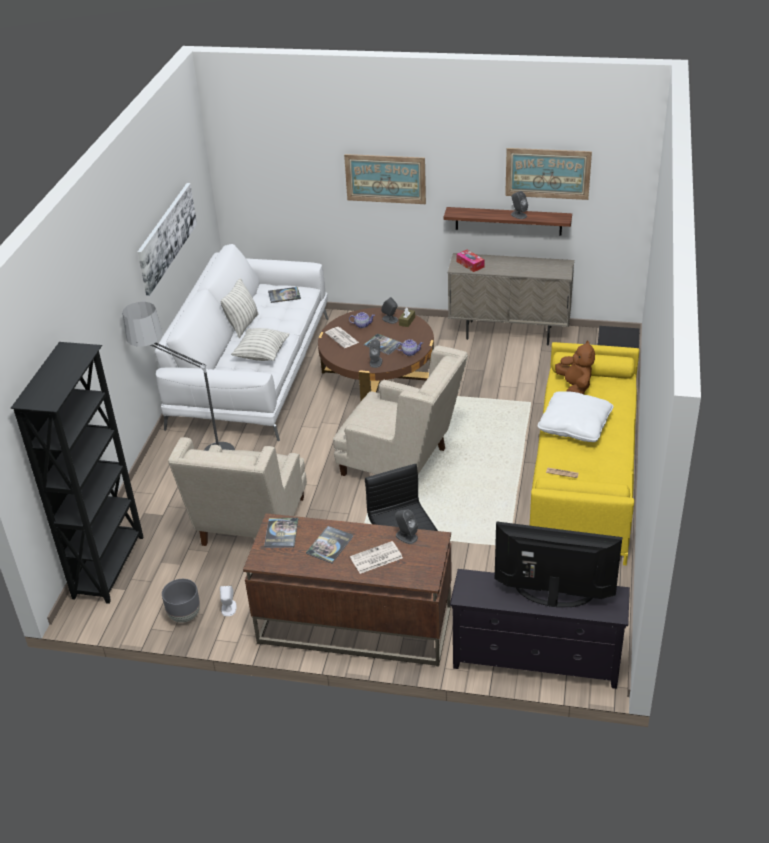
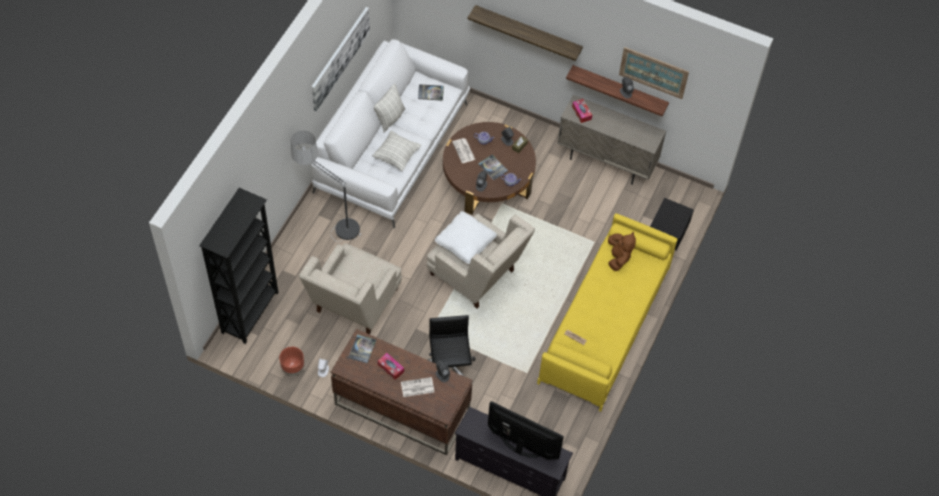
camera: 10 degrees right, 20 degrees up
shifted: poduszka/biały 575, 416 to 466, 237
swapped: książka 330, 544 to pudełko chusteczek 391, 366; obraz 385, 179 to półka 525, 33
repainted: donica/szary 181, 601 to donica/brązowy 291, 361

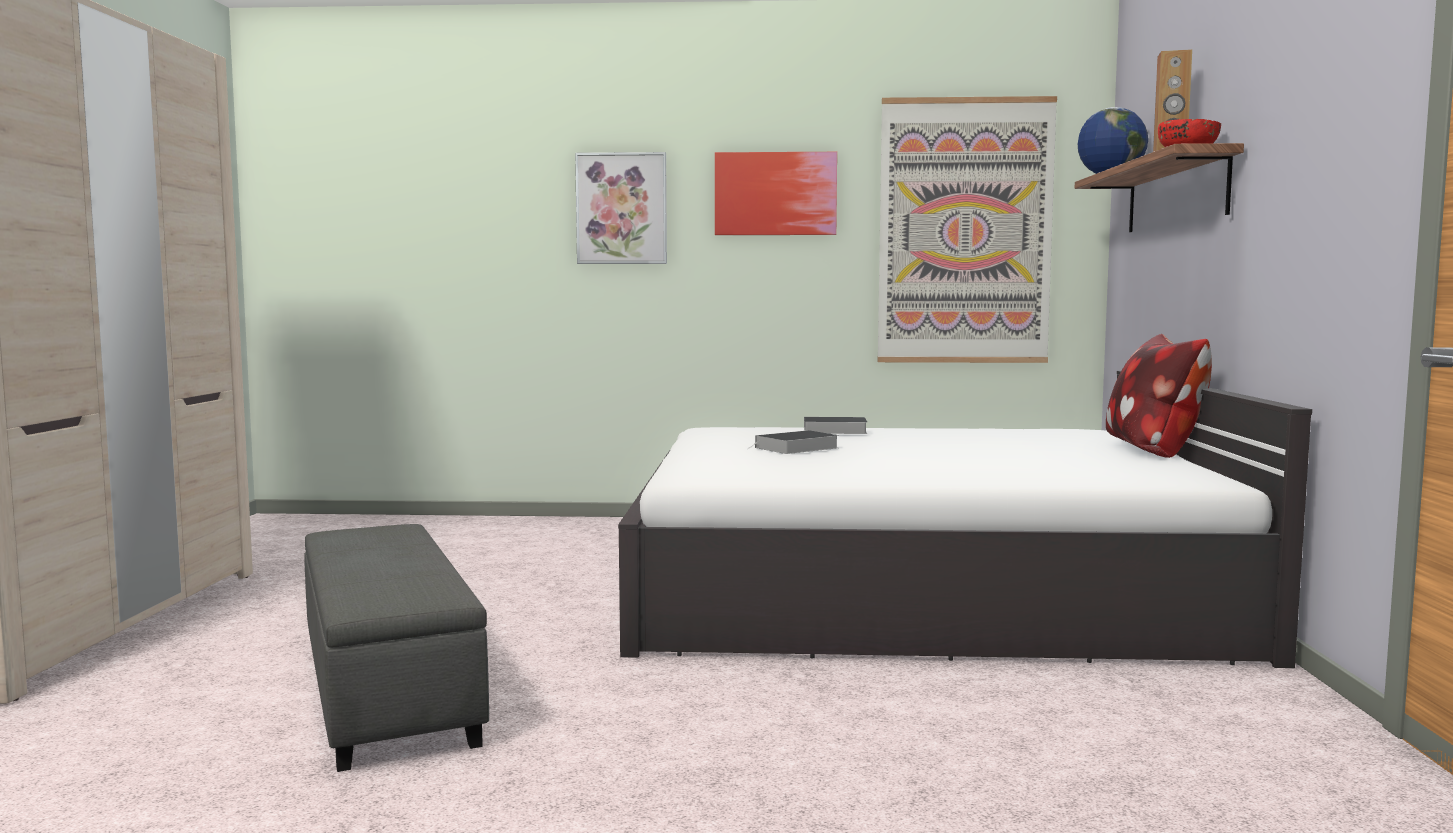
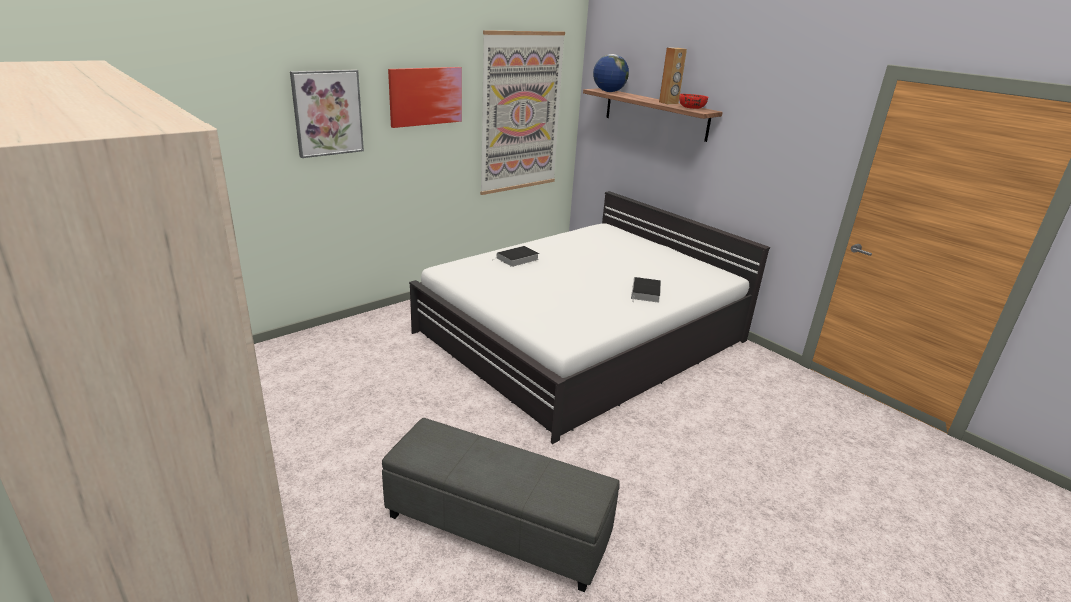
camera: 45 degrees left, 20 degrees up
gone: poduszka 1159, 396
shifted: książka 793, 442 to 646, 290

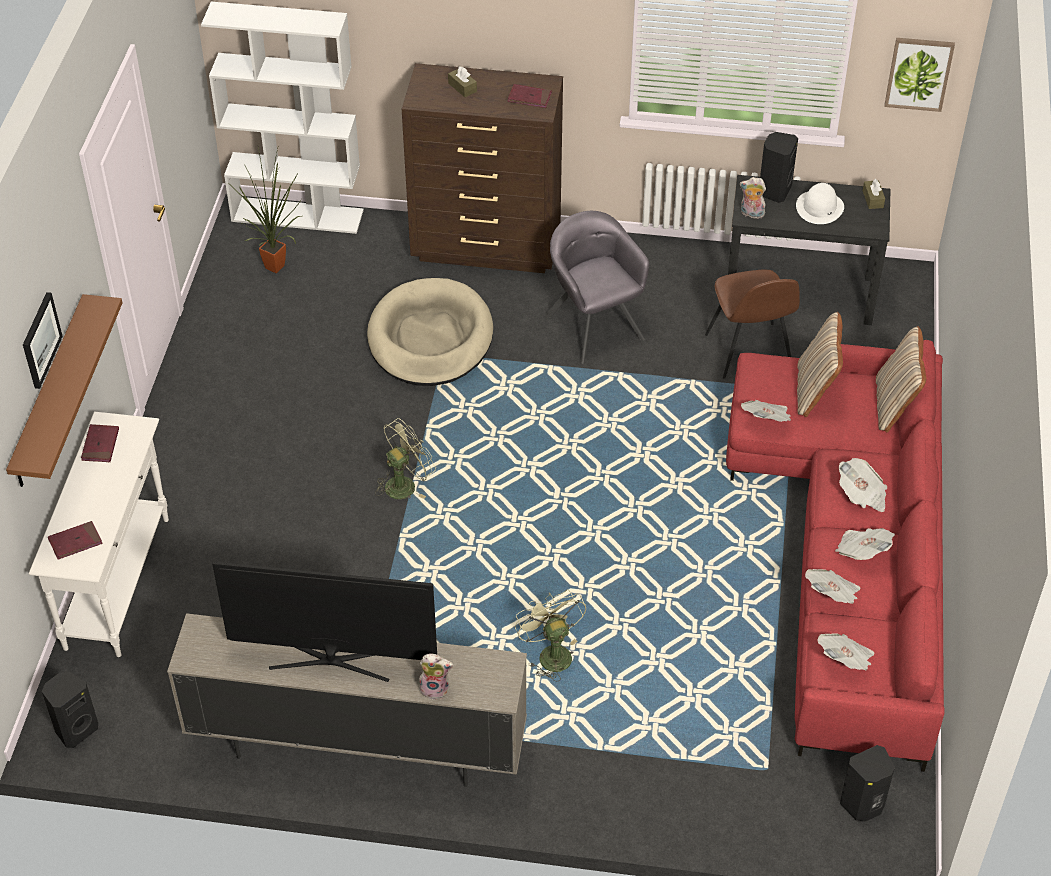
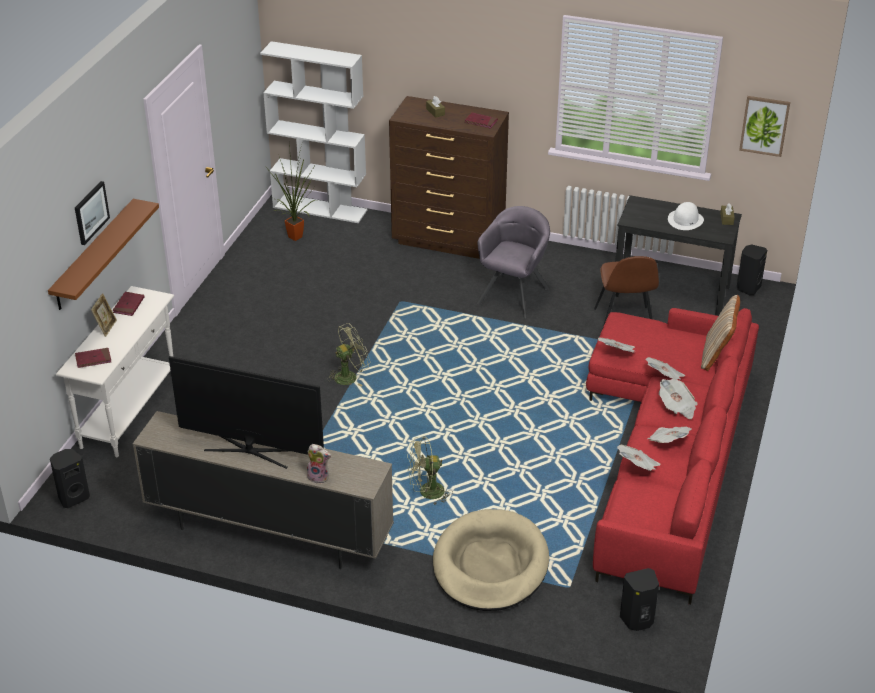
camera: 10 degrees right, 10 degrees down
gone: pluszak 753, 198; poduszka/beżowy 820, 364
new: ramka na zdjęcie 104, 315
shifted: legowisko/beżowy 430, 332 to 491, 560; głośnik/czarny 779, 167 to 752, 269; gazeta 845, 651 to 665, 368
rotated: wentylator/zielony 550, 635 = 430, 471 90 degrees counterclockwise; fotel/szary 597, 287 = 513, 262 45 degrees clockwise

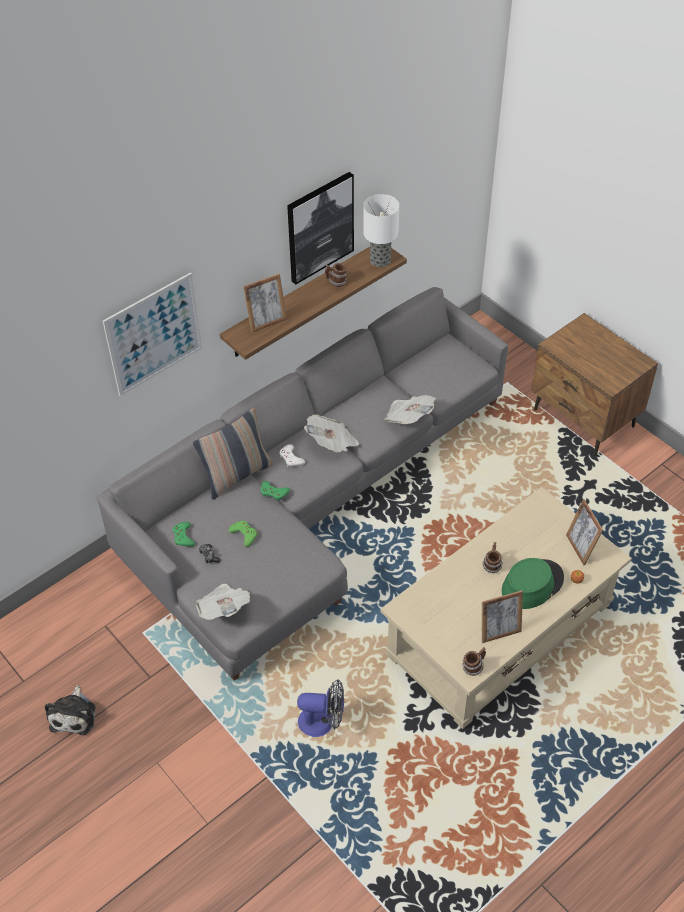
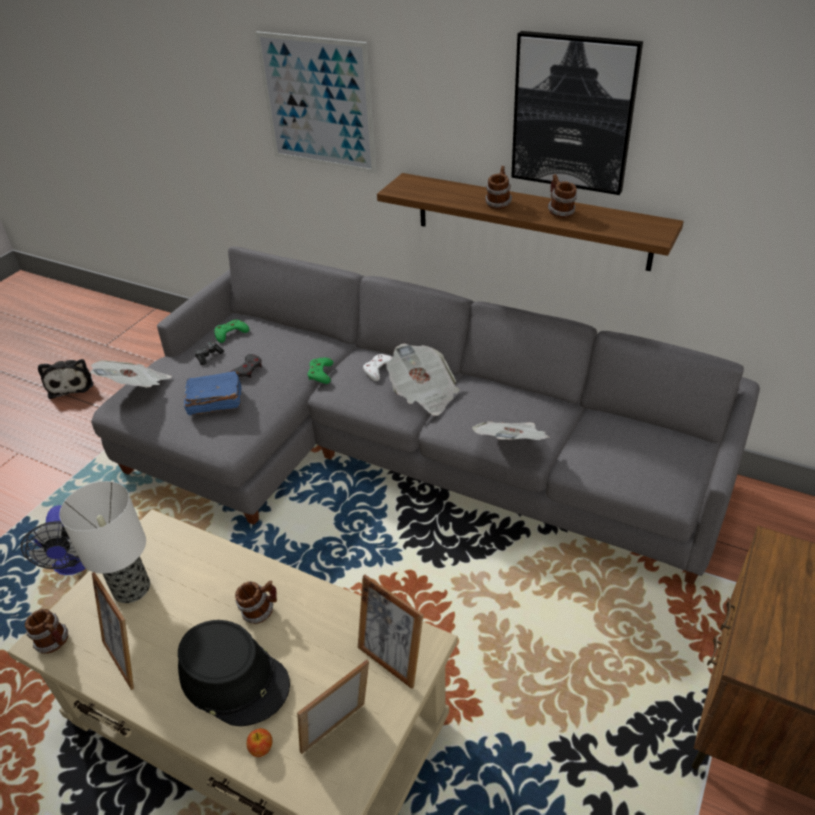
camera: 70 degrees right, 10 degrees down
gone: poduszka 233, 454
new: książka/niebieski 213, 393; kubek 498, 187
shifted: ramka na zdjęcie 265, 303 to 390, 631; lampa stołowa 381, 230 to 104, 542
repainted: pad do gier/zielony 243, 534 to pad do gier/szary 246, 366; kapelusz/zielony 533, 583 to kapelusz/czarny 234, 673
rotated: pluszak 70, 710 = 65, 379 90 degrees counterclockwise

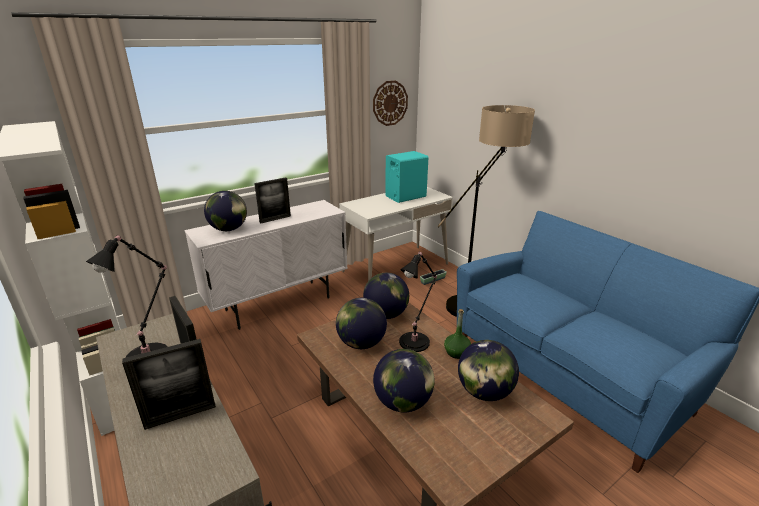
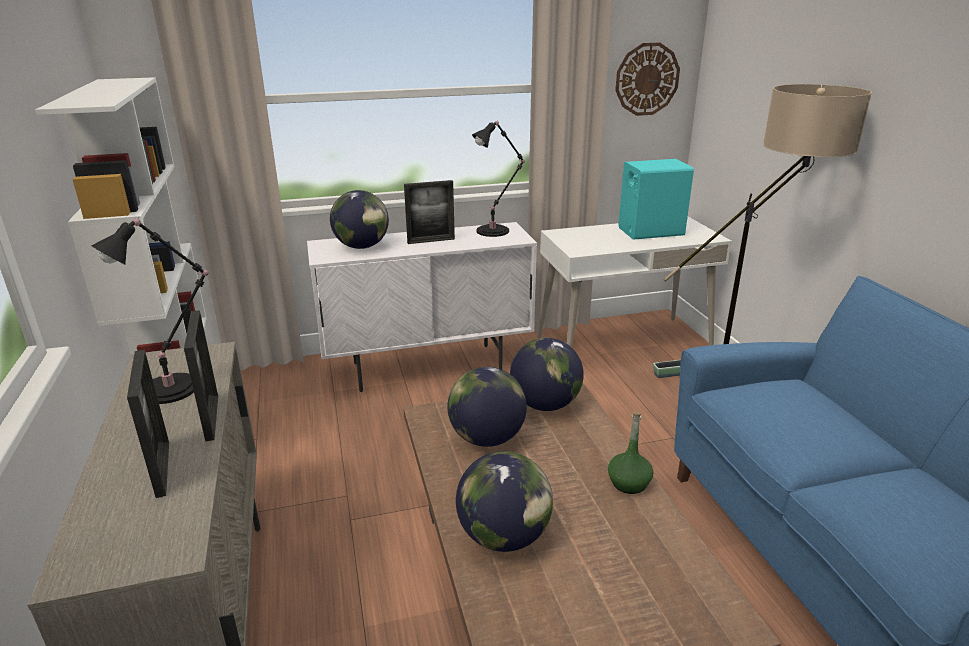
camera: 20 degrees right, 0 degrees up
gone: globus 488, 370
shifted: lampa stołowa/czarny 418, 301 to 498, 179
rotated: ramka na zdjęcie 169, 384 = 148, 424 105 degrees counterclockwise

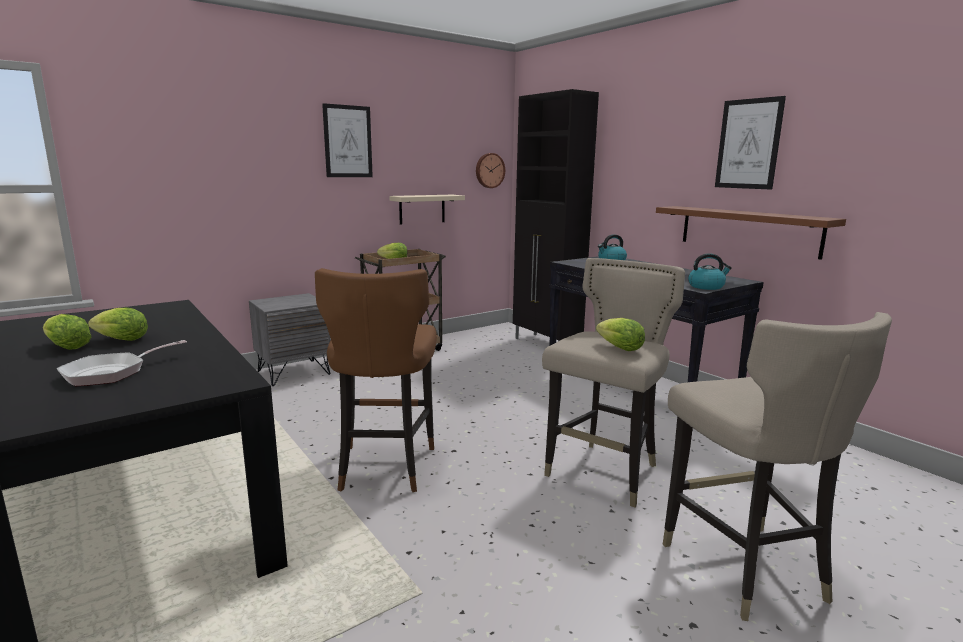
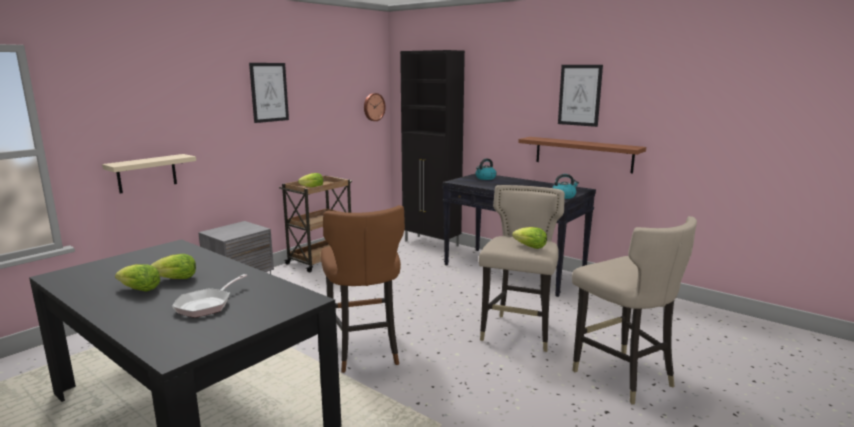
camera: 15 degrees left, 0 degrees up
shifted: półka/beżowy 427, 210 to 149, 173

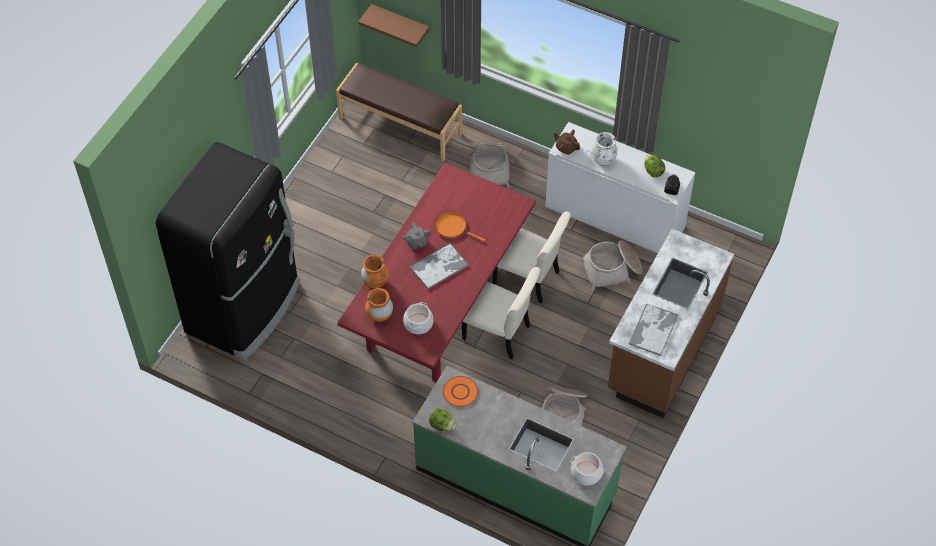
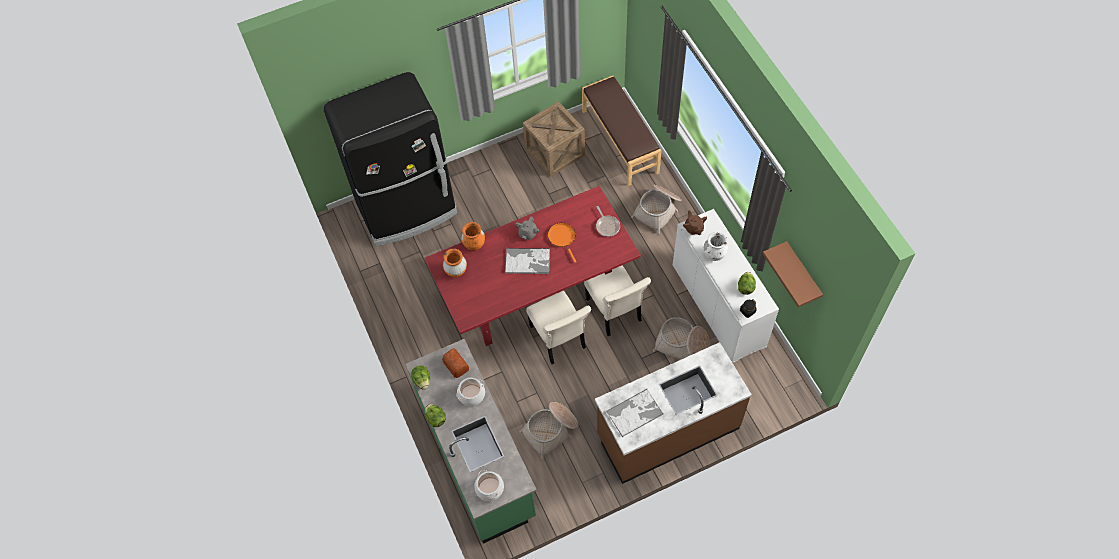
camera: 40 degrees right, 5 degrees up
new: sałata 435, 415; skrzynka 554, 139; patelnia 608, 221
shifted: półka/brązowy 394, 25 to 793, 274; garnek 418, 318 to 470, 392
swapped: talerz/pomarańczowy 460, 391 to chleb 455, 363

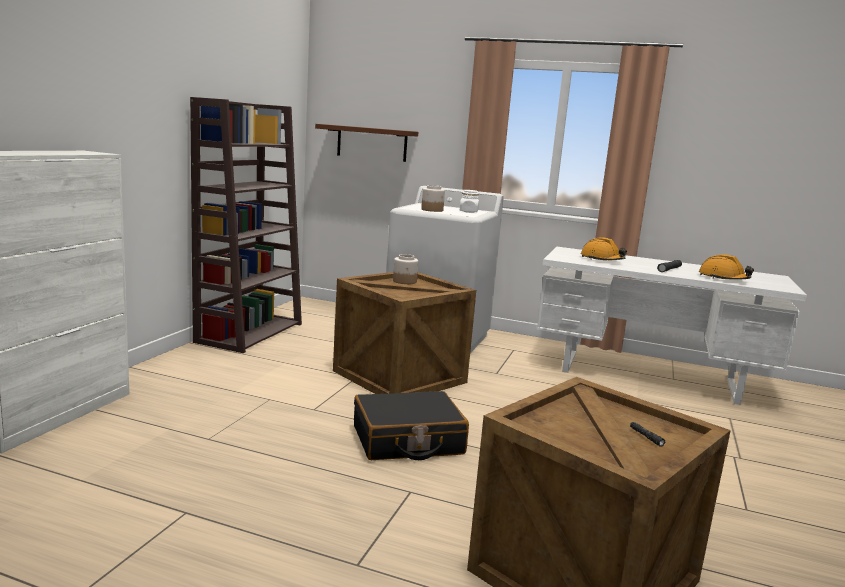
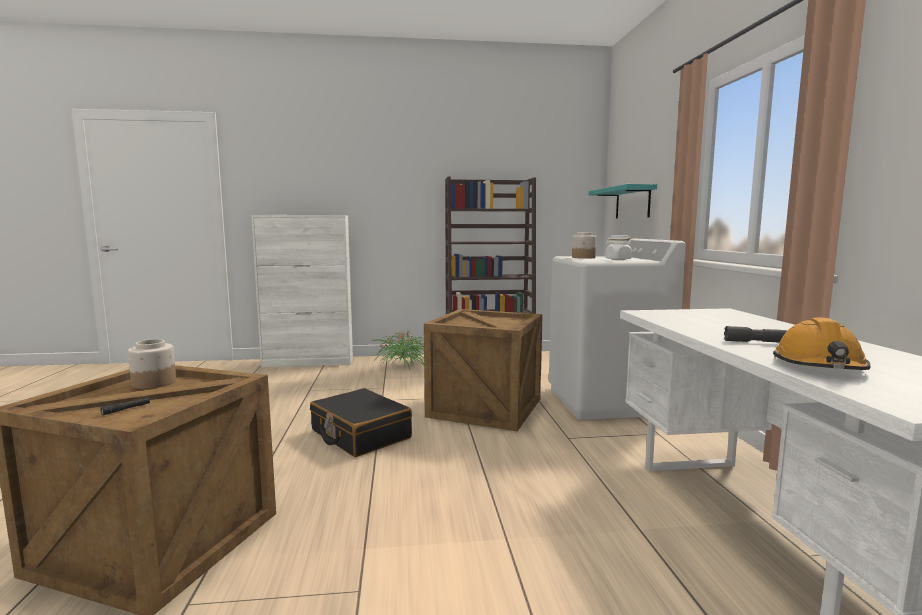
camera: 65 degrees right, 5 degrees down
gone: kask/pomarańczowy 604, 248
new: roślina doniczkowa 398, 350
shifted: słoik 406, 269 to 152, 364
repainted: półka/brązowy 366, 143 to półka/turkusowy 622, 201

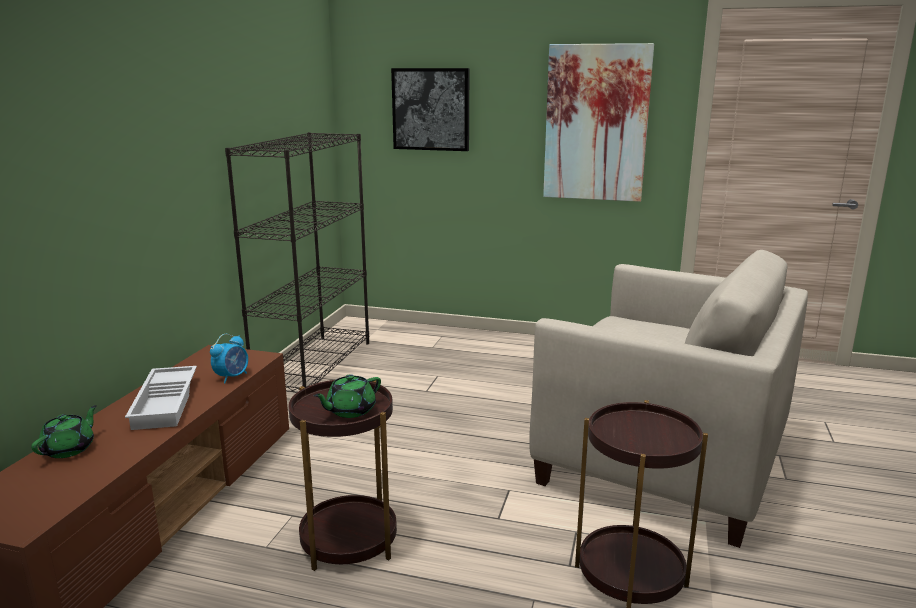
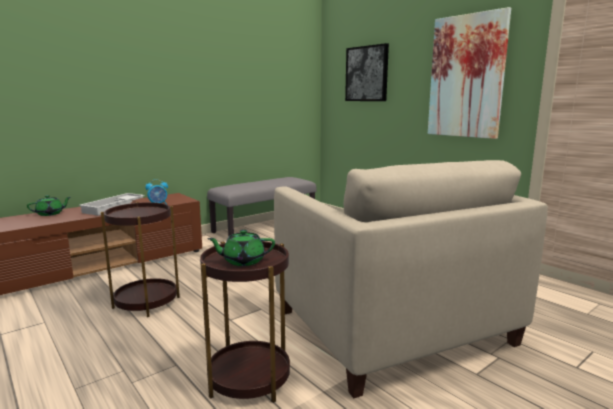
camera: 35 degrees right, 5 degrees down
shifted: imbryk/zielony 347, 396 to 241, 248
swapped: regał/czarny 297, 262 to ławka/szary 262, 207

